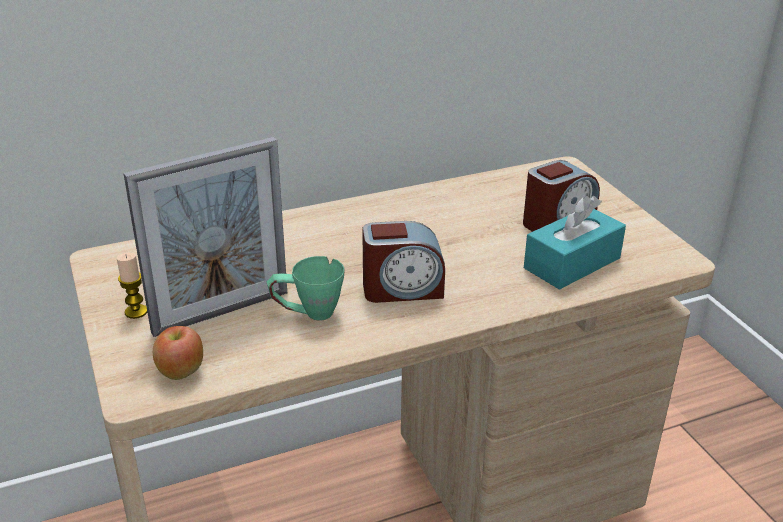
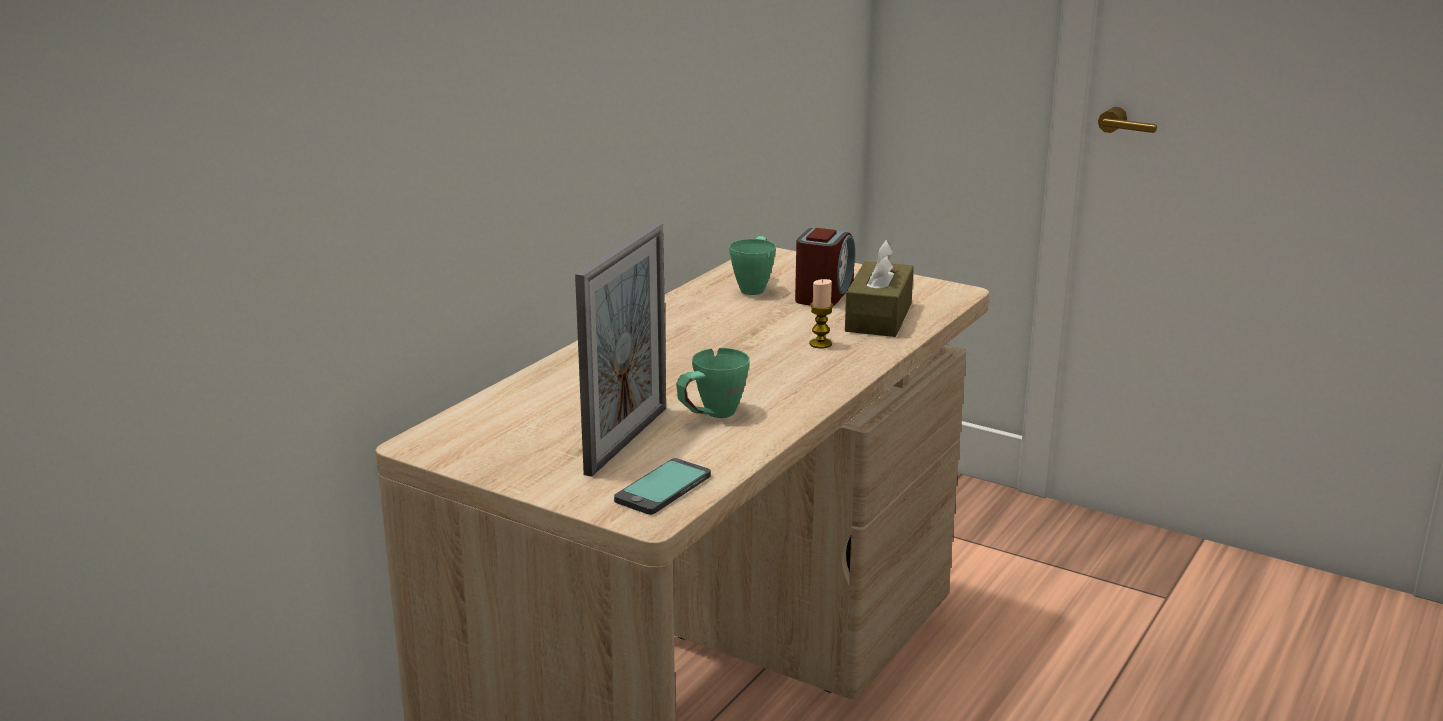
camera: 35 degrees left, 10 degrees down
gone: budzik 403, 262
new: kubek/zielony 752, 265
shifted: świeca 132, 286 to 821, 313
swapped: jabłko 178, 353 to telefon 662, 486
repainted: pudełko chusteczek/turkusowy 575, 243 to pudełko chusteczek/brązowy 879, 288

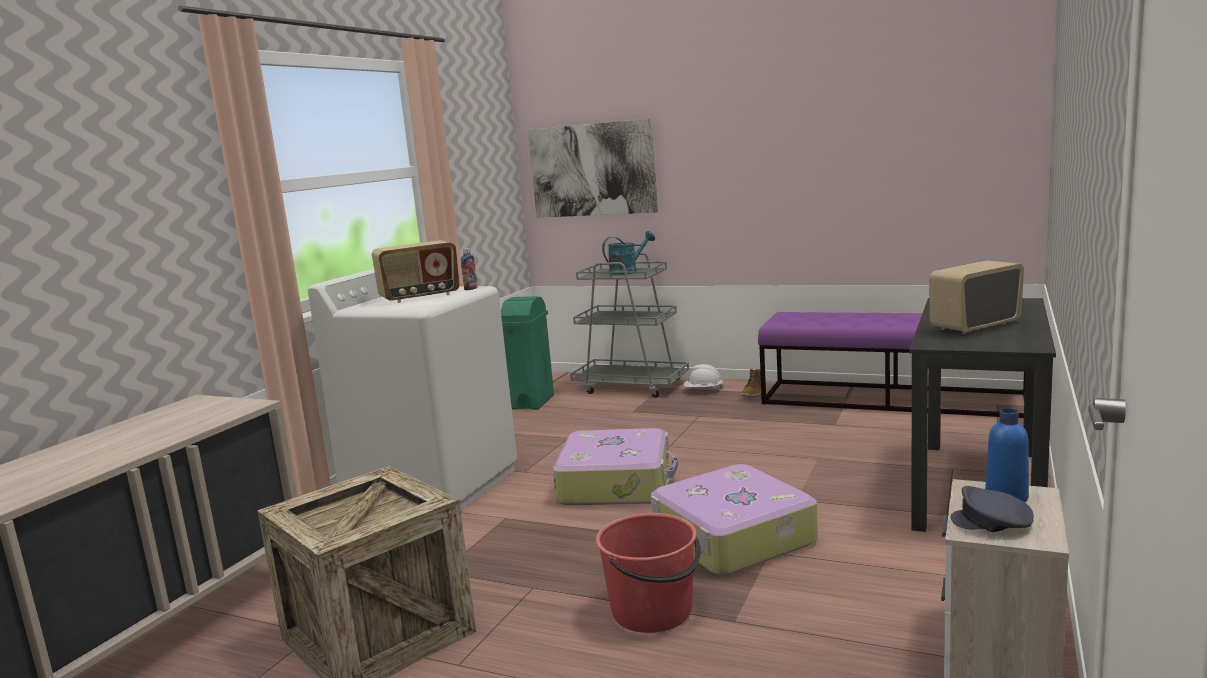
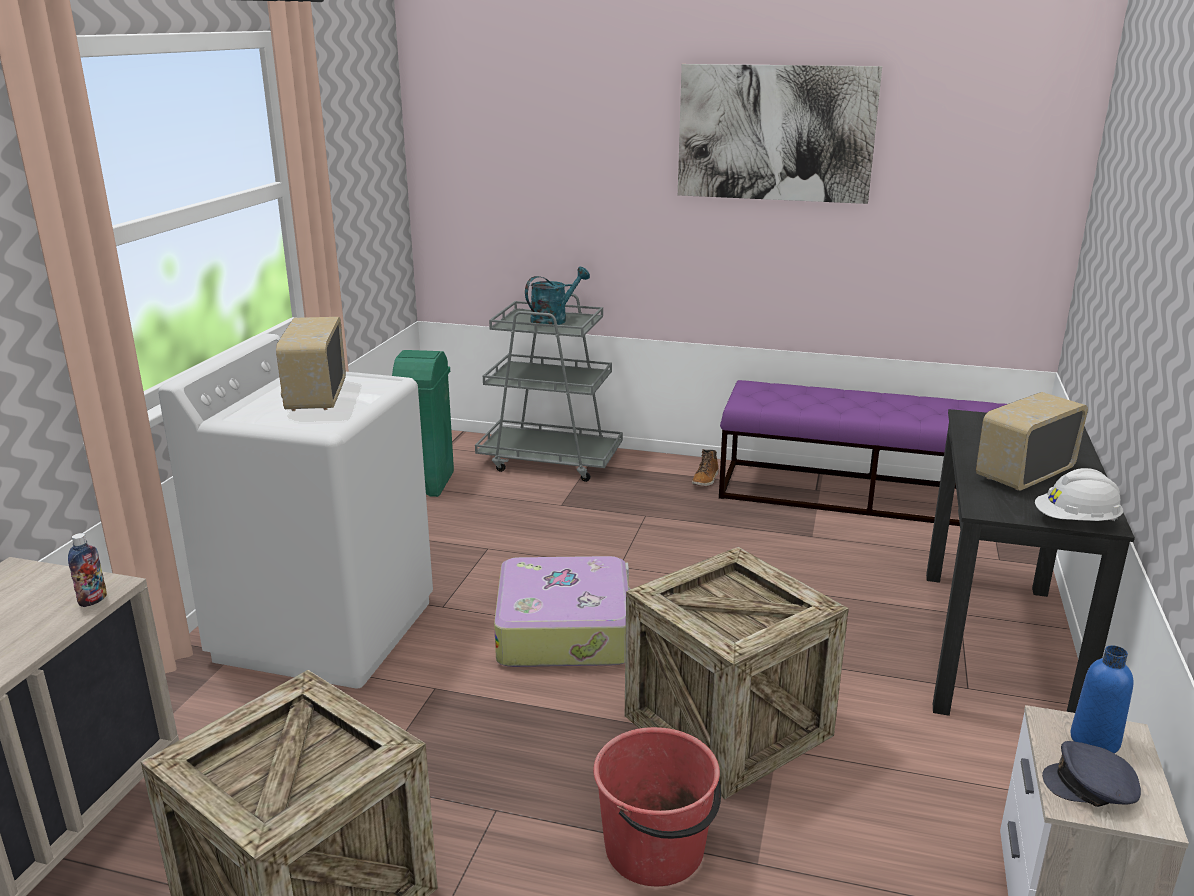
camera: 10 degrees left, 10 degrees up
shifted: butelka 469, 269 to 87, 570; obraz 593, 168 to 780, 134; kask/biały 704, 377 to 1079, 494
swapped: walizka 734, 520 to skrzynka 737, 673
rotated: radio 416, 271 = 311, 364 120 degrees clockwise

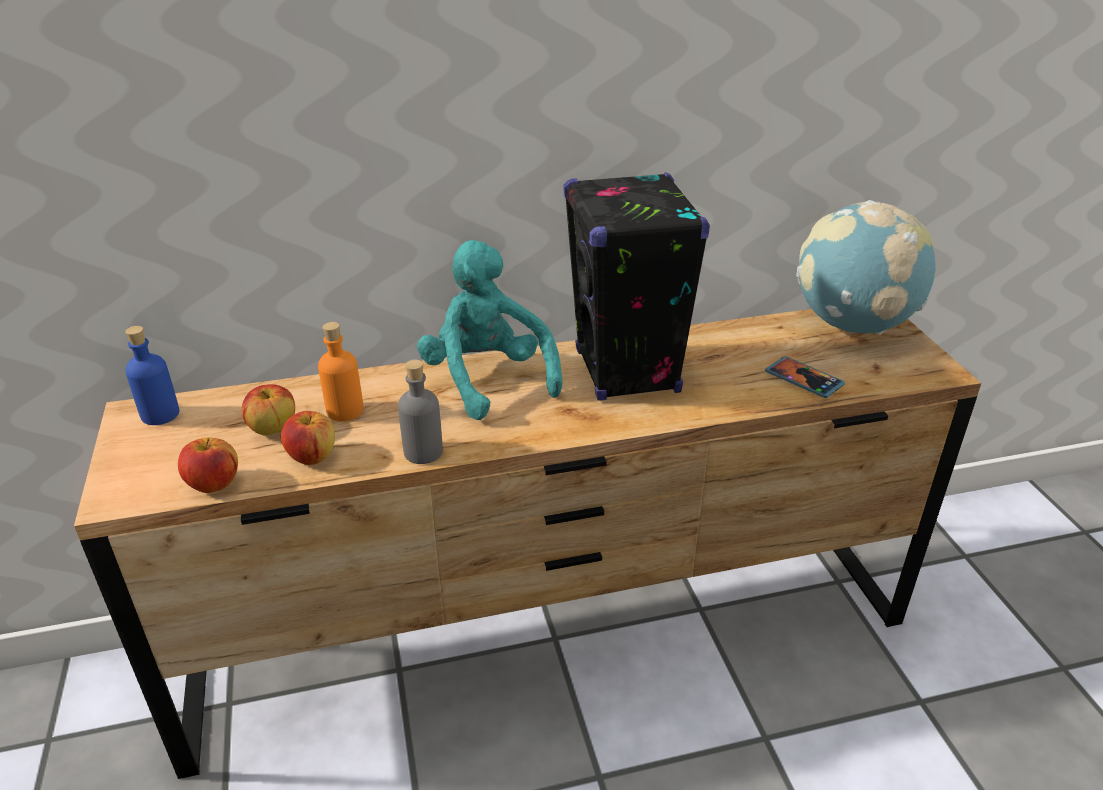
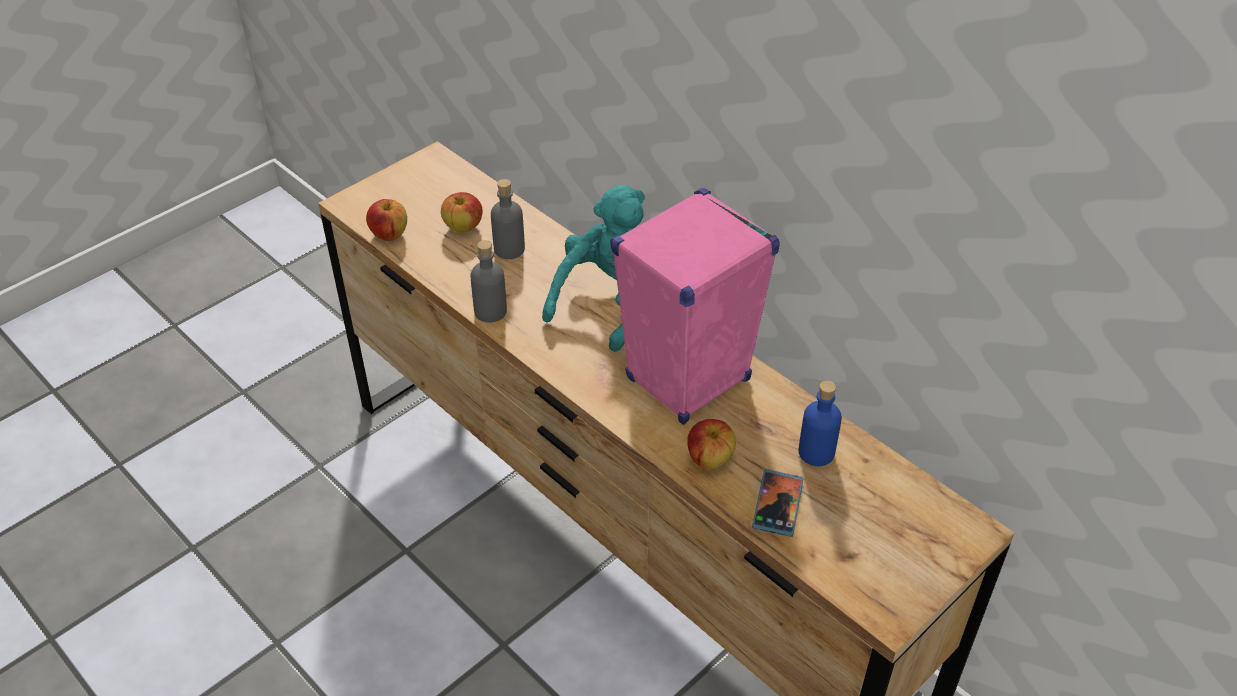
camera: 60 degrees right, 10 degrees up
gone: globus 866, 267
shifted: butelka/niebieski 152, 375 to 820, 423; jabłko 308, 438 to 711, 444
repainted: butelka/pomarańczowy 341, 371 to butelka/szary 508, 219; głośnik/czarny 637, 286 to głośnik/różowy 695, 306

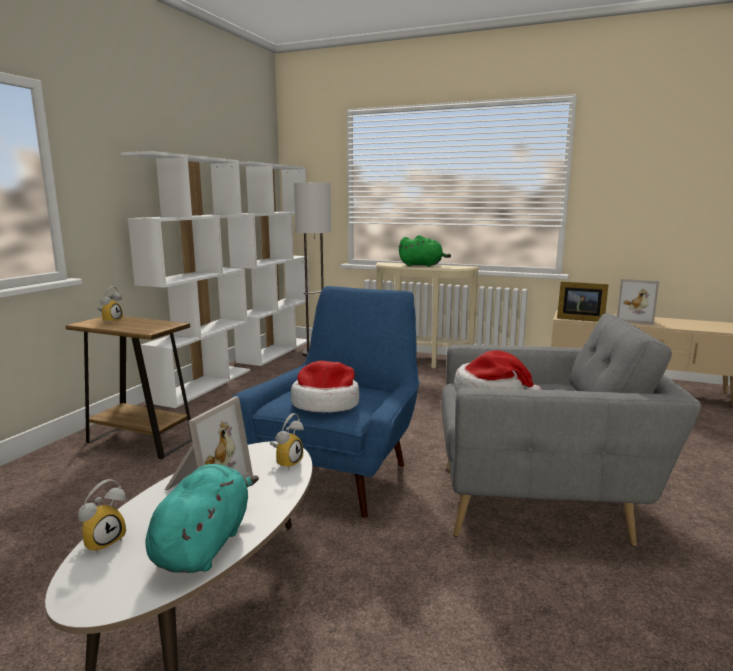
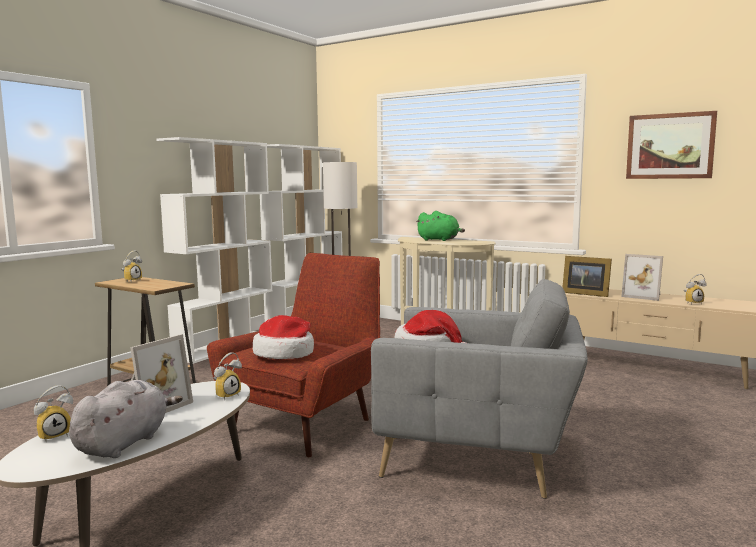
camera: 10 degrees right, 5 degrees down
new: obraz 671, 145; budzik 695, 289
repainted: pluszak/turkusowy 202, 518 to pluszak/szary 126, 419; fotel/niebieski 326, 402 to fotel/czerwony 293, 355

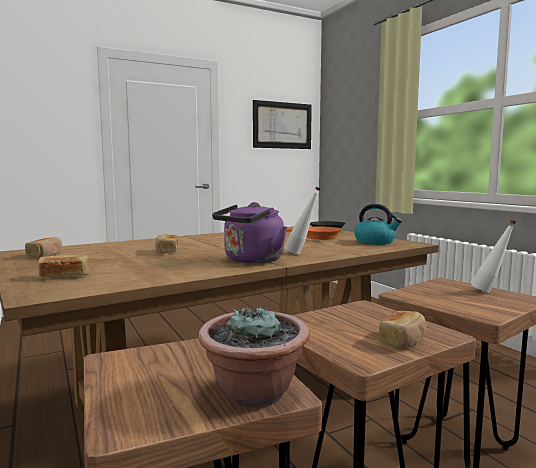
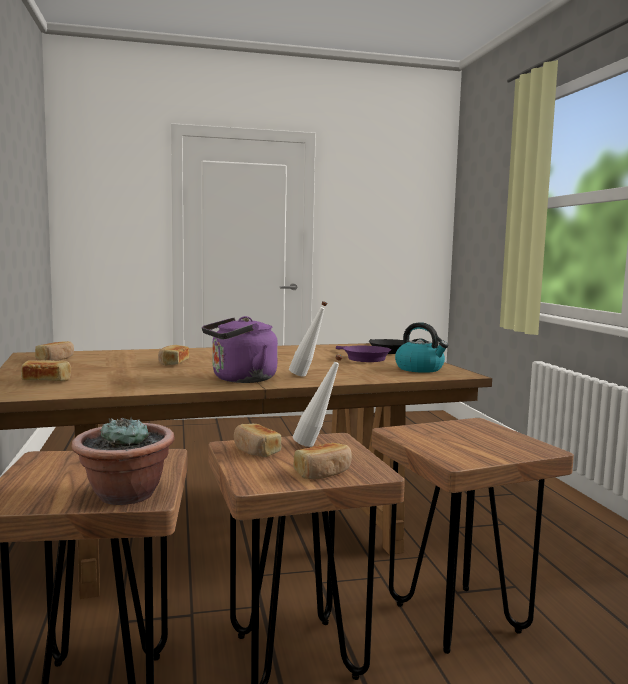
camera: 15 degrees right, 0 degrees up
gone: obraz 282, 124
new: chleb 258, 440
shifted: butelka/biały 493, 256 to 318, 401
repainted: patelnia/pomarańczowy 314, 233 to patelnia/fioletowy 363, 354

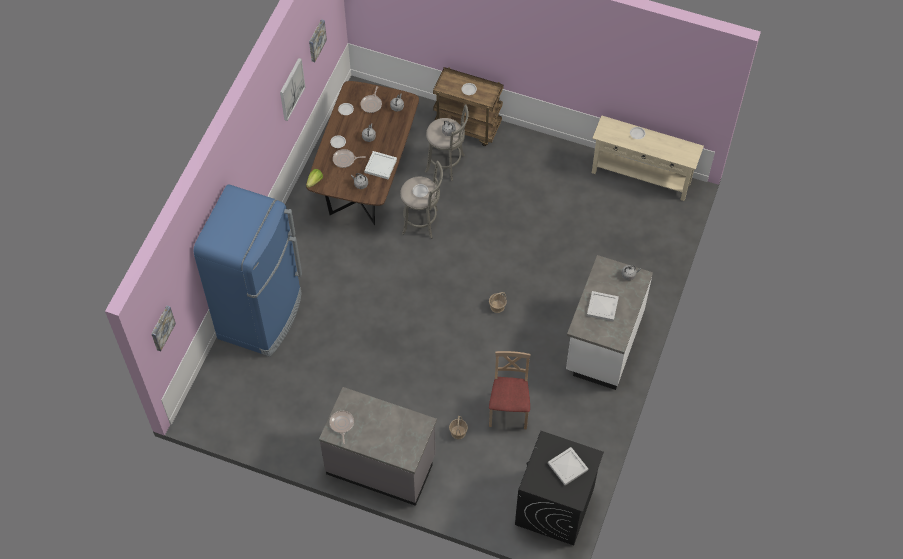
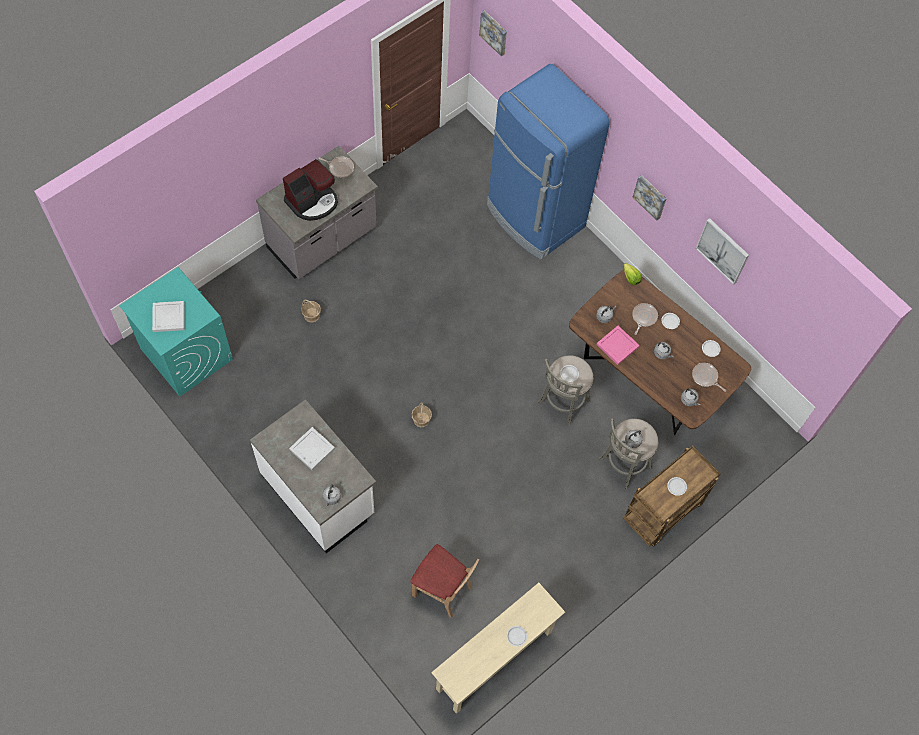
camera: 115 degrees right, 5 degrees up
new: ekspres do kawy 310, 190
shifted: obraz 318, 40 to 649, 197; krzesło/beżowy 510, 390 to 444, 581
repainted: taca/biały 380, 165 to taca/różowy 618, 345; pralka/czarny 559, 488 to pralka/turkusowy 176, 332

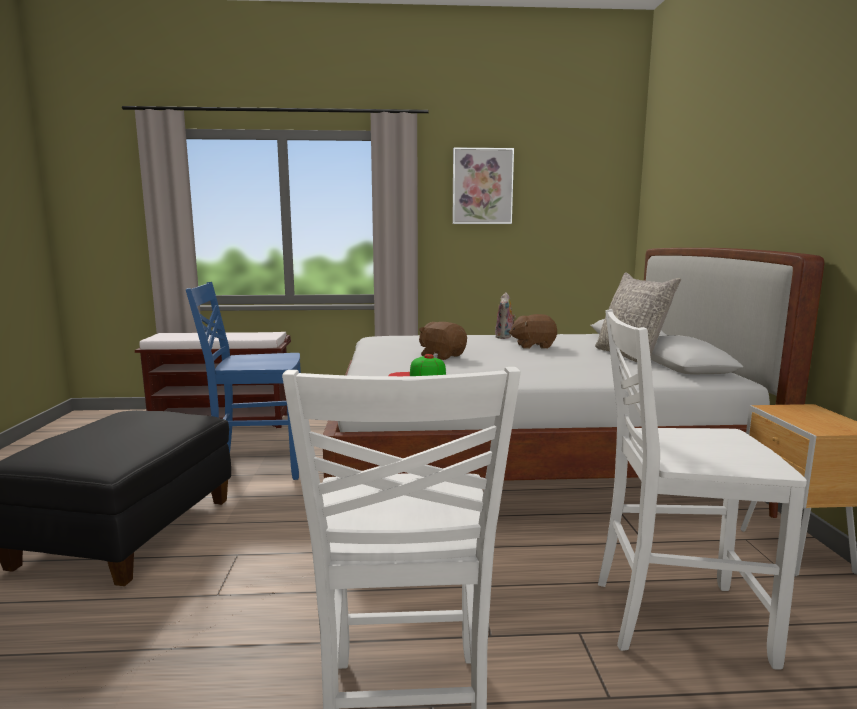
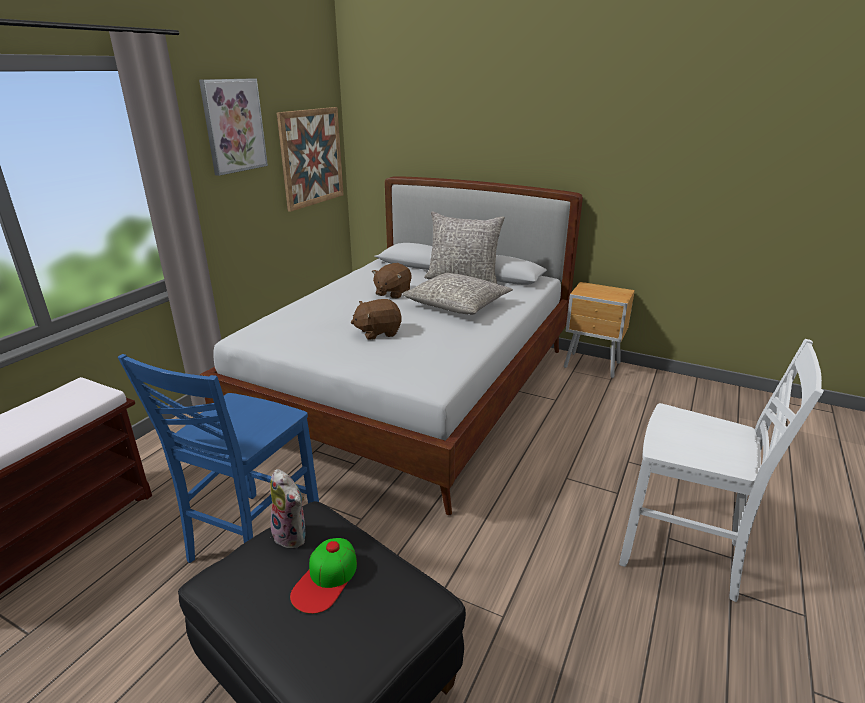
camera: 60 degrees left, 15 degrees up
gone: krzesło/biały 702, 489
new: obraz 310, 159; poduszka/szary 458, 294
shifted: czapka z daszkiem 417, 365 to 323, 576; pluszak 505, 315 to 287, 509

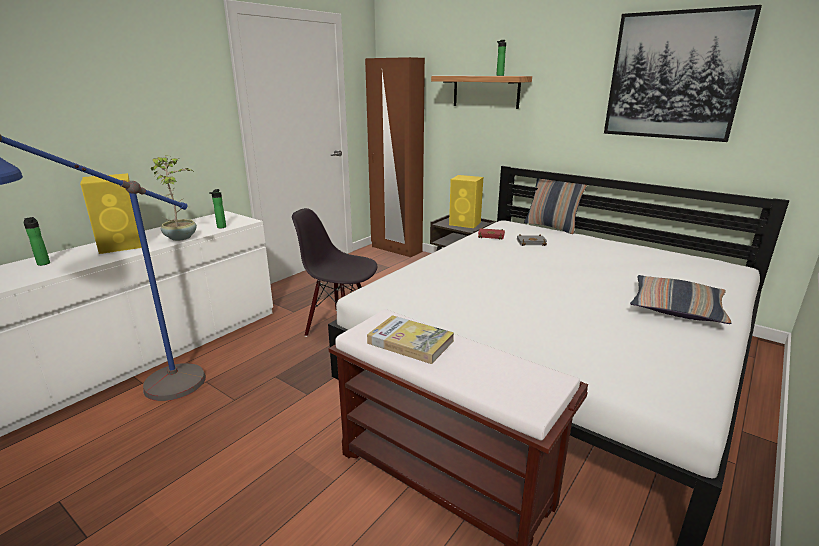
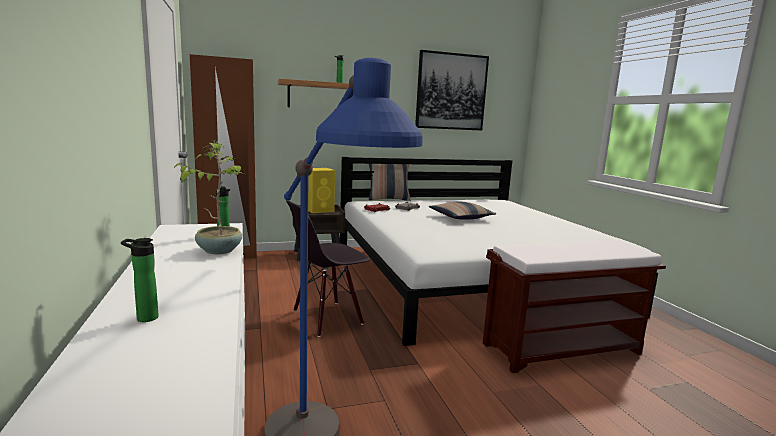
camera: 55 degrees left, 10 degrees down
gone: głośnik/żółty 111, 213; książka 410, 339
shifted: poduszka 680, 299 to 462, 211

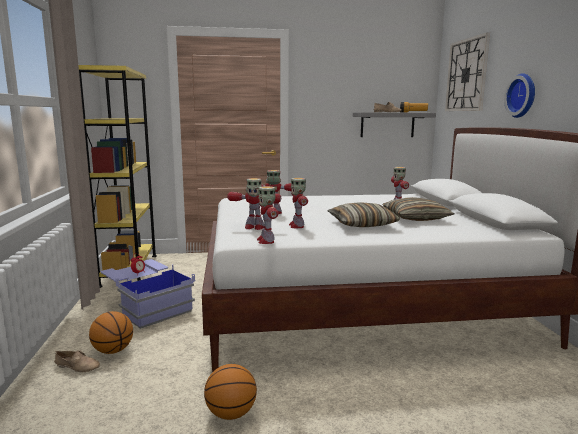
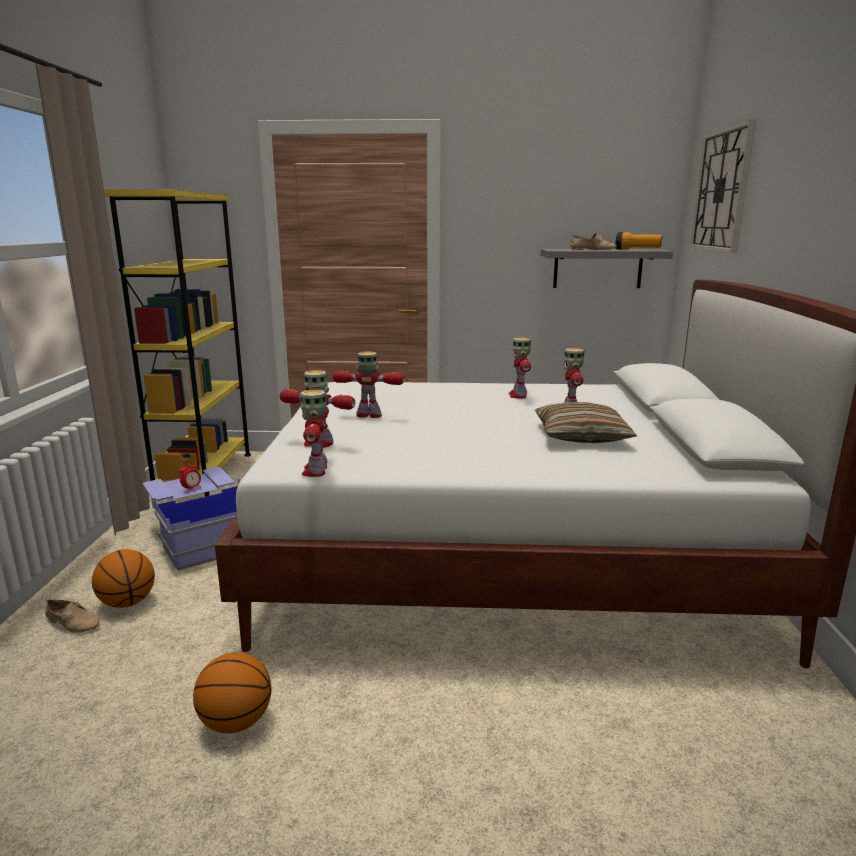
camera: 10 degrees right, 5 degrees up
gone: poduszka 364, 214; zegar ścienny 519, 95
shifted: robot zabawkowy 298, 203 to 520, 368

